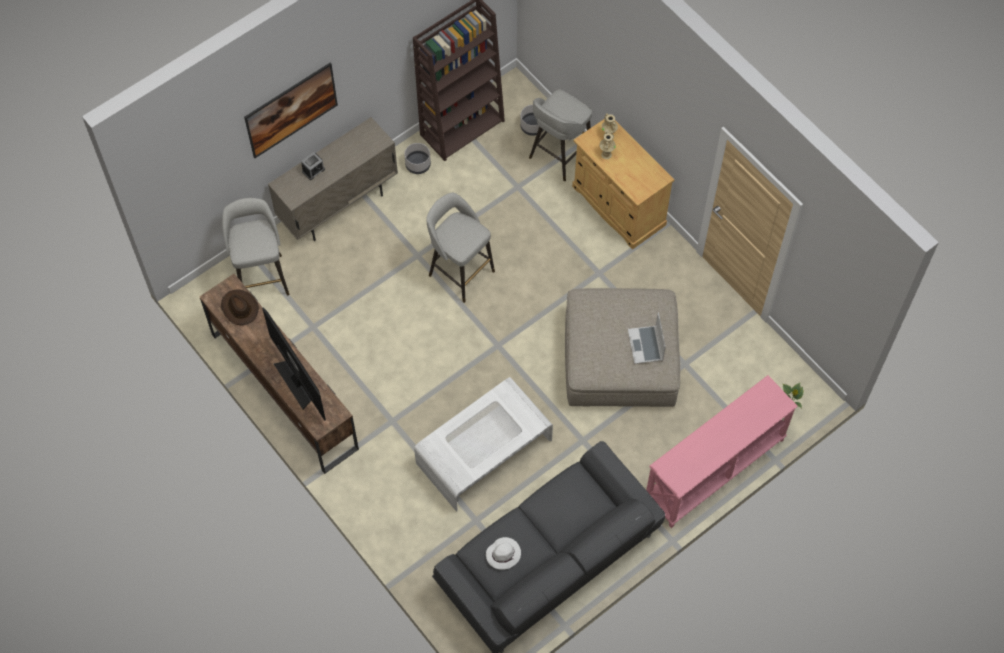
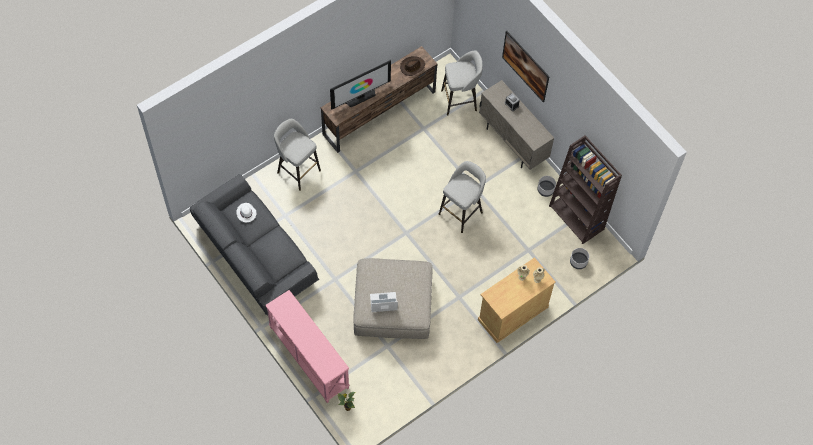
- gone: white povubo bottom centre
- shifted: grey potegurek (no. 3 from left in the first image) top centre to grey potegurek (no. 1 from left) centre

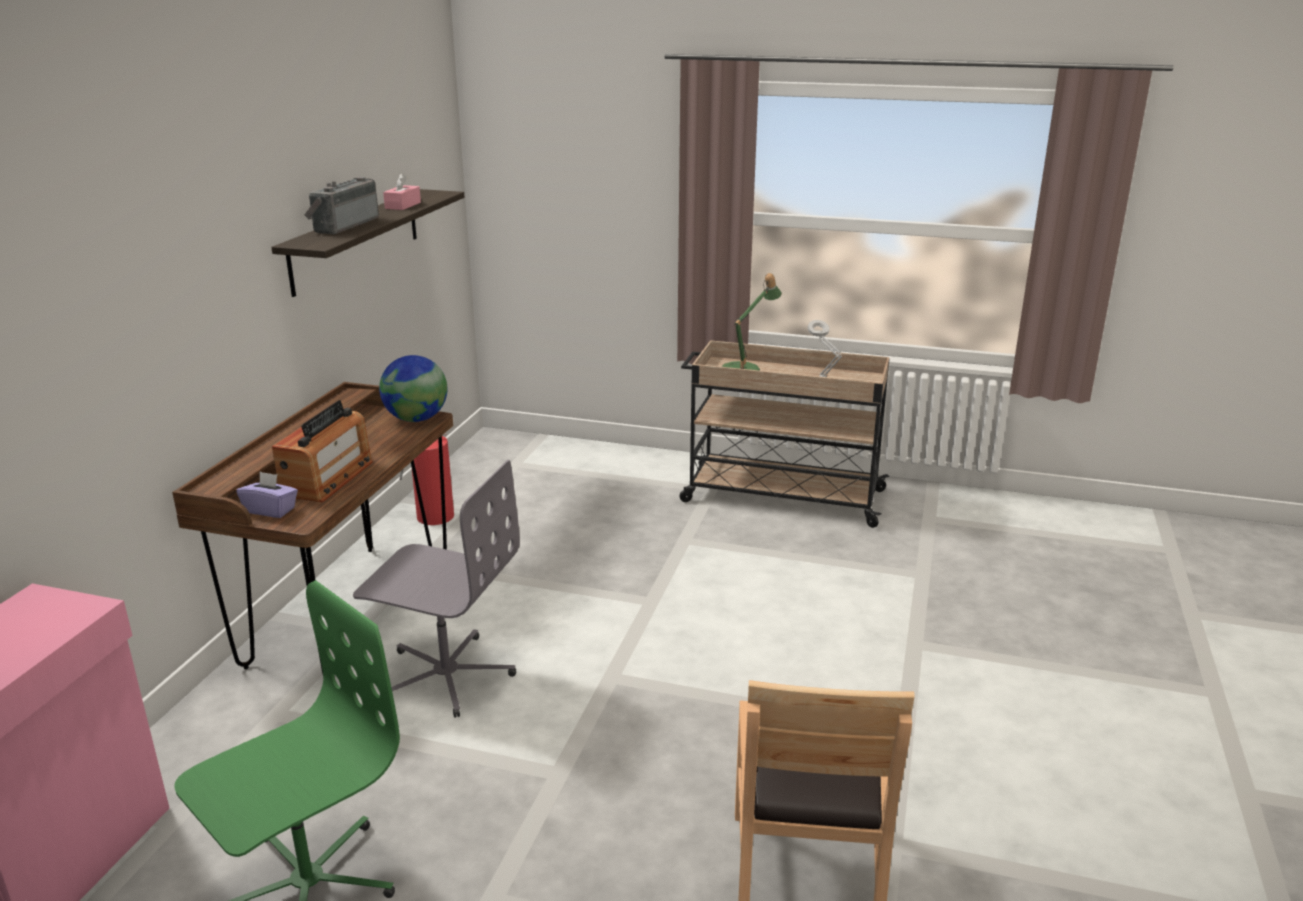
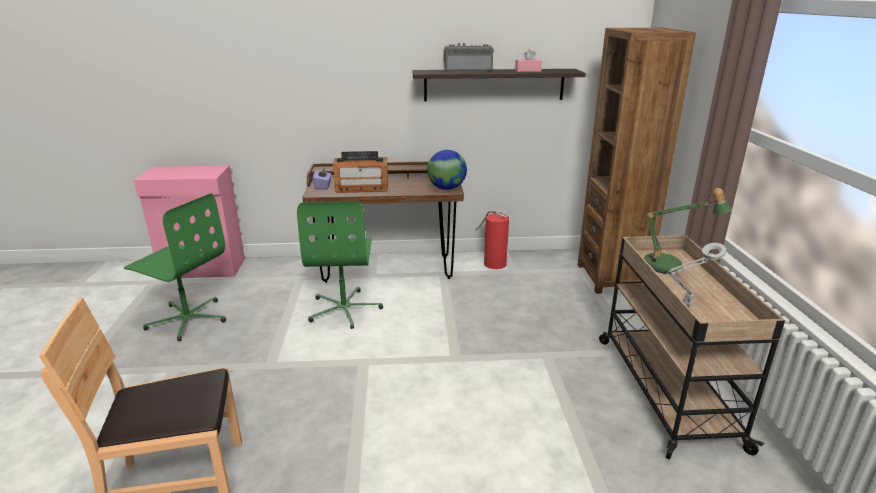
- repainted: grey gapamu centre to green gapamu (no. 2 from left) centre
- new: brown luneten top right

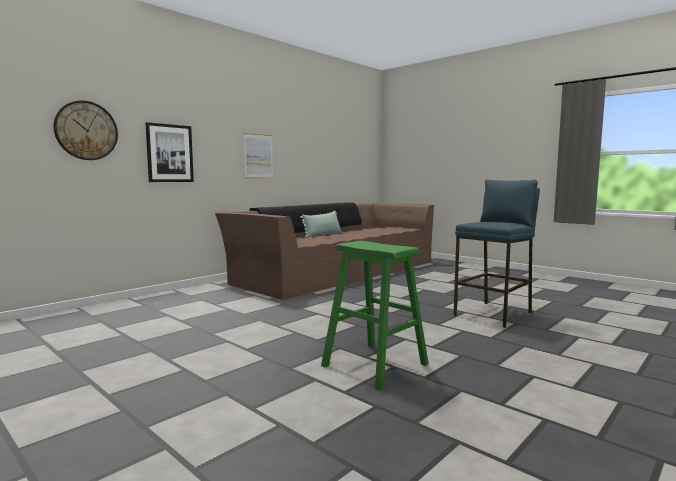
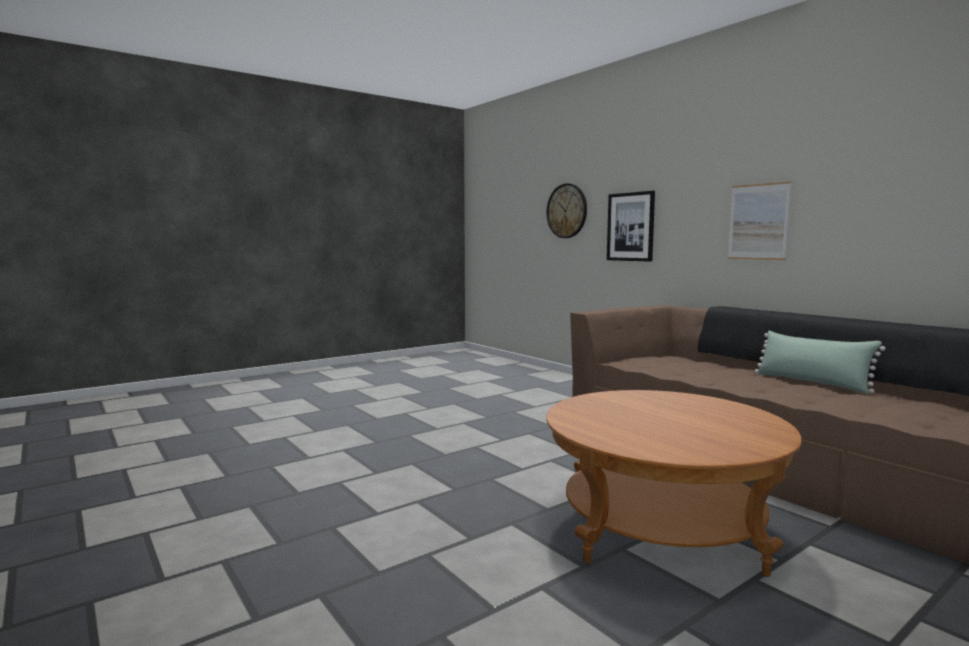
- gone: green potegurek centre
- gone: blue potegurek middle right
- new: brown povubo bottom right

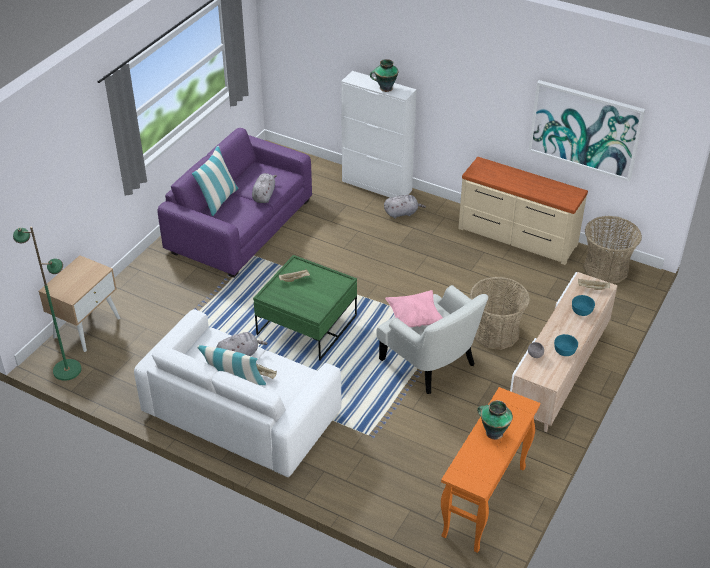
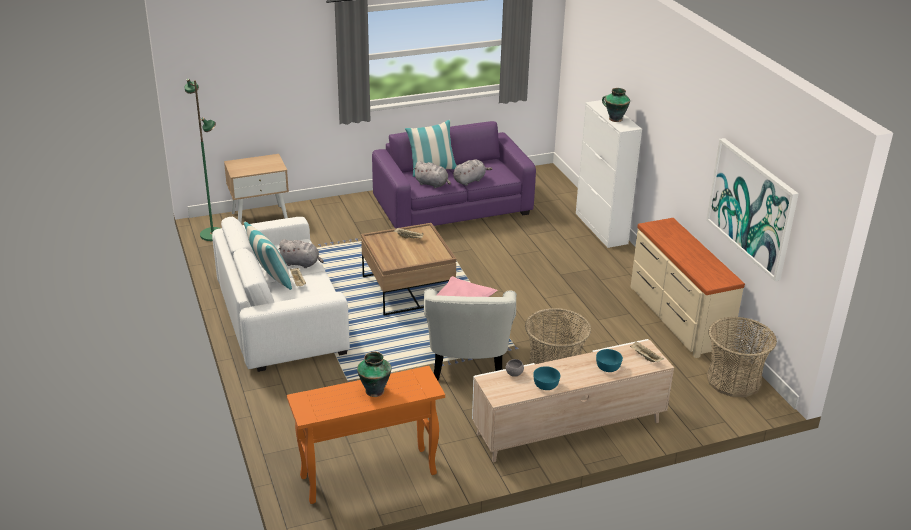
- repainted: green povubo centre to brown povubo centre
- shifted: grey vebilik (no. 3 from left in the first image) centre to grey vebilik (no. 2 from left) top centre

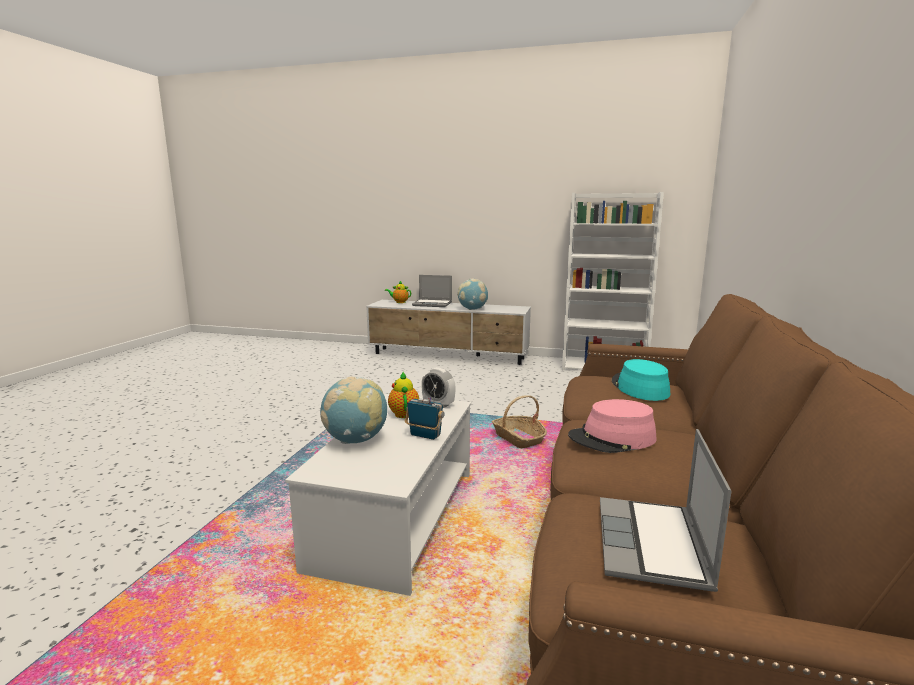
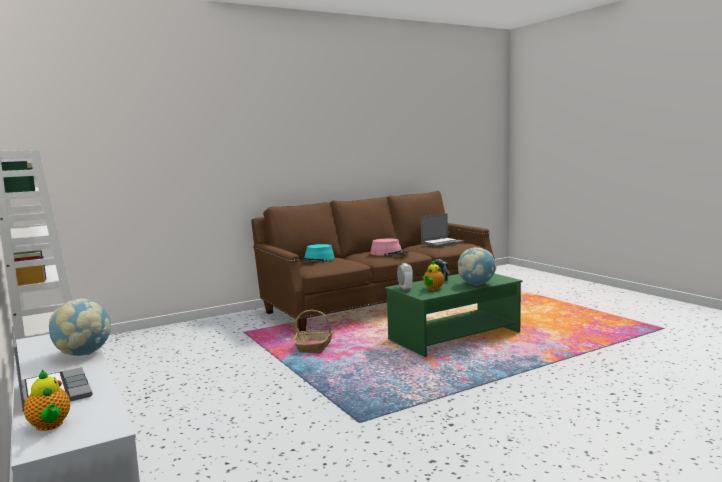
- repainted: white povubo bottom centre to green povubo centre

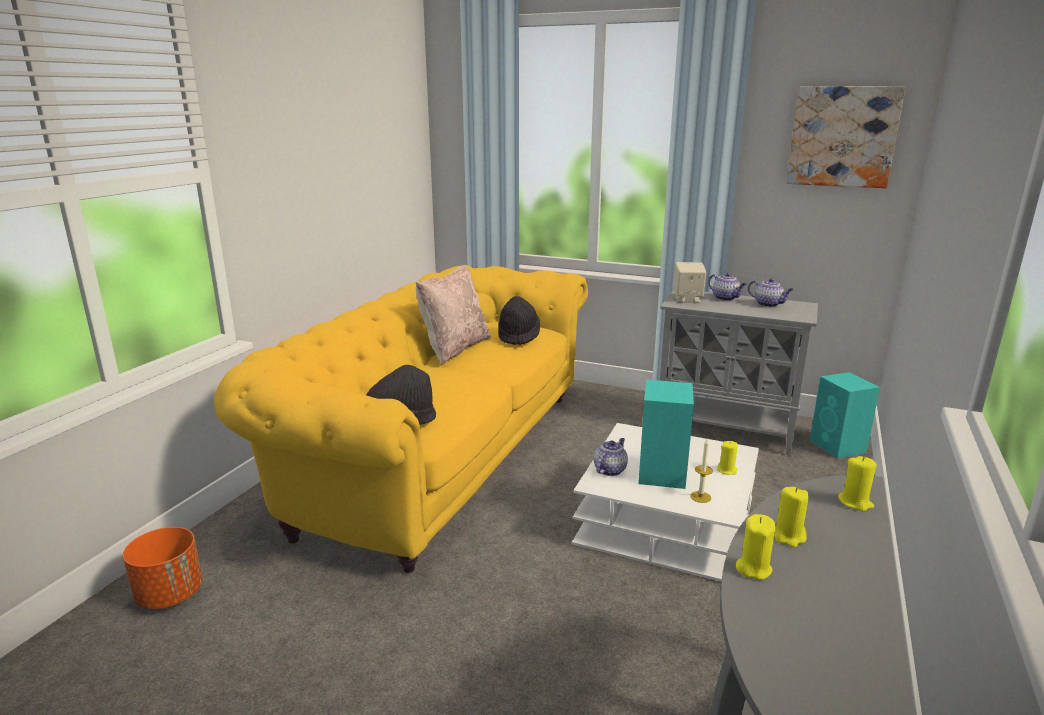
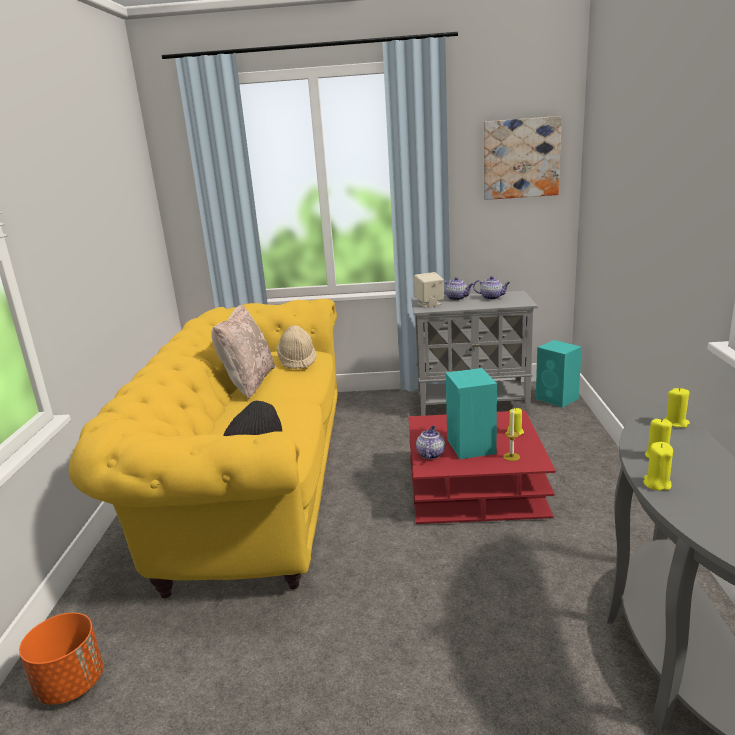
- repainted: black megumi (no. 2 from left) centre to beige megumi centre
- repainted: white povubo bottom centre to red povubo centre

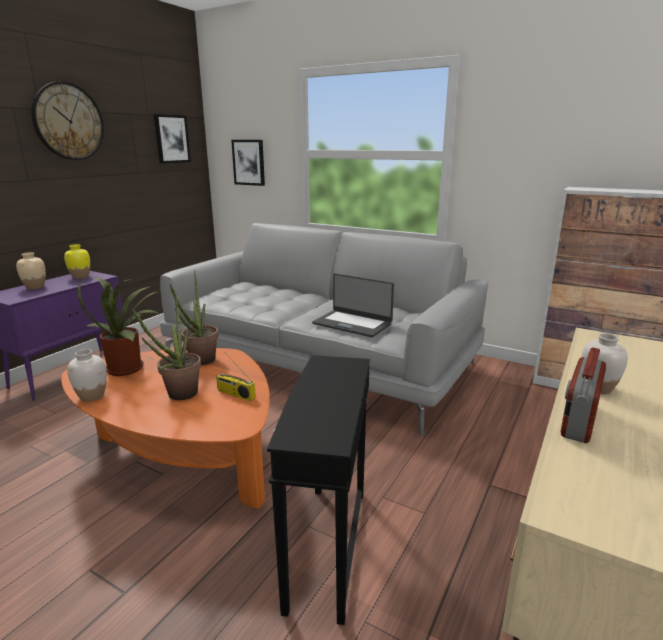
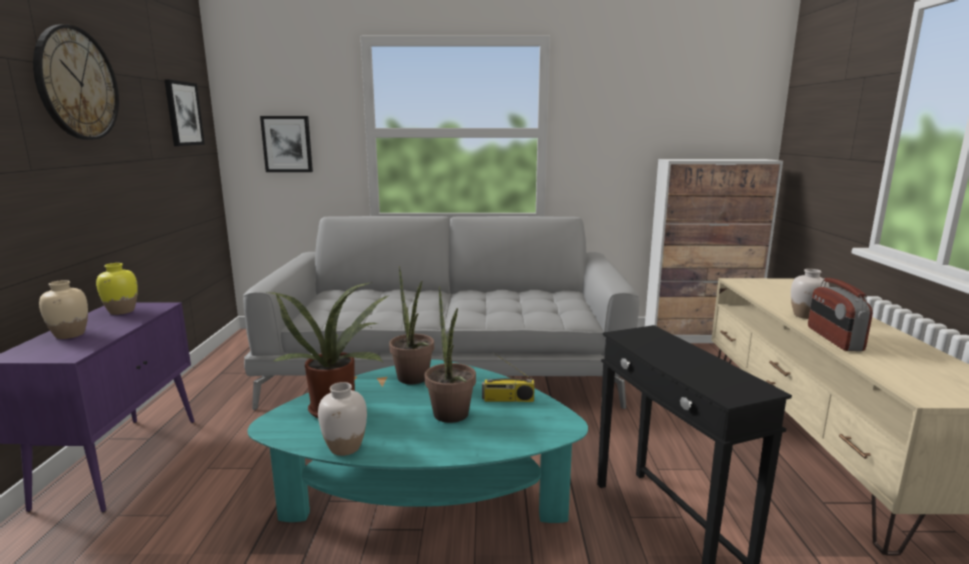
- repainted: orange povubo bottom left to turquoise povubo bottom centre
- gone: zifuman centre

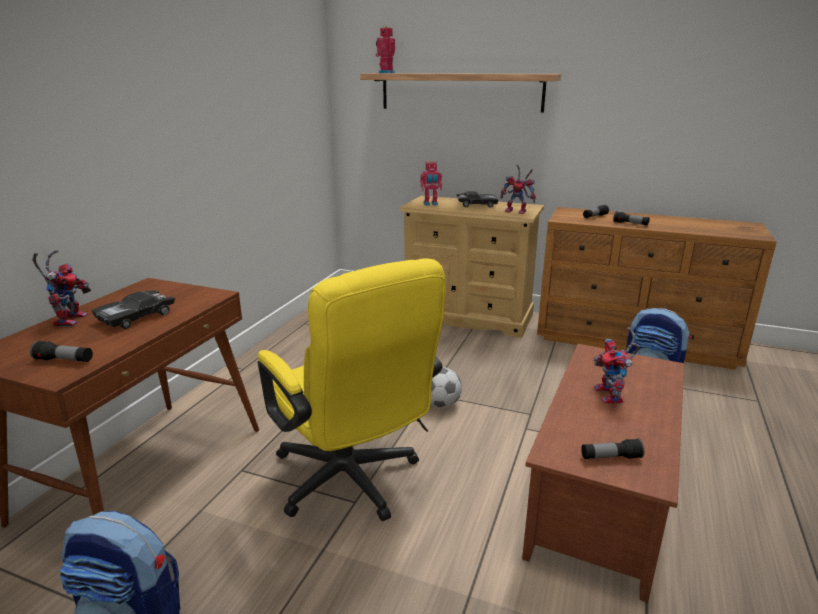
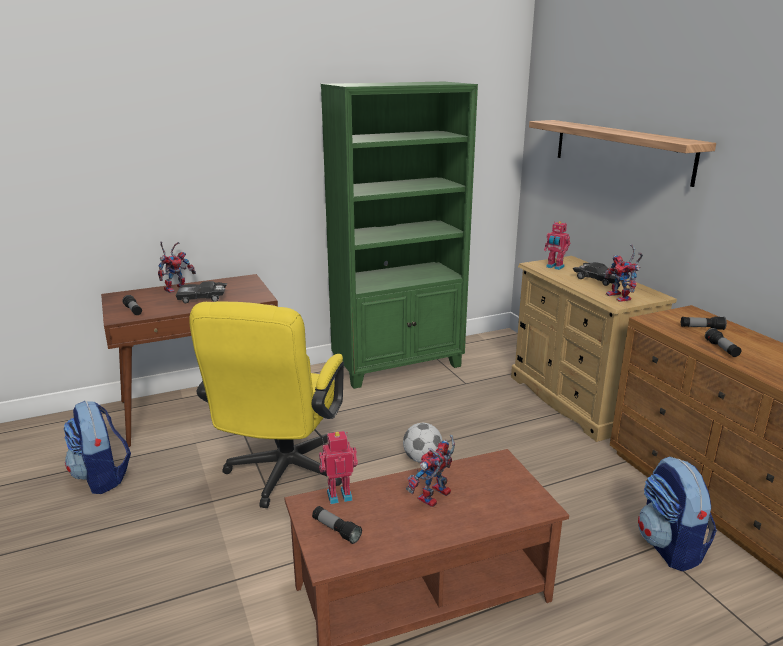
- shifted: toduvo (no. 2 from left) top centre to bottom centre
- new: green luneten centre

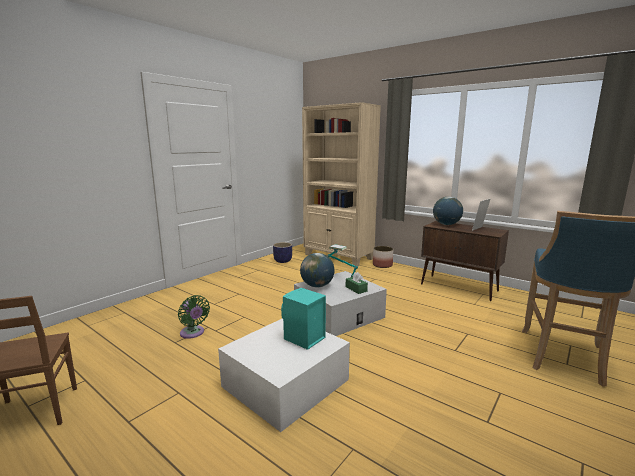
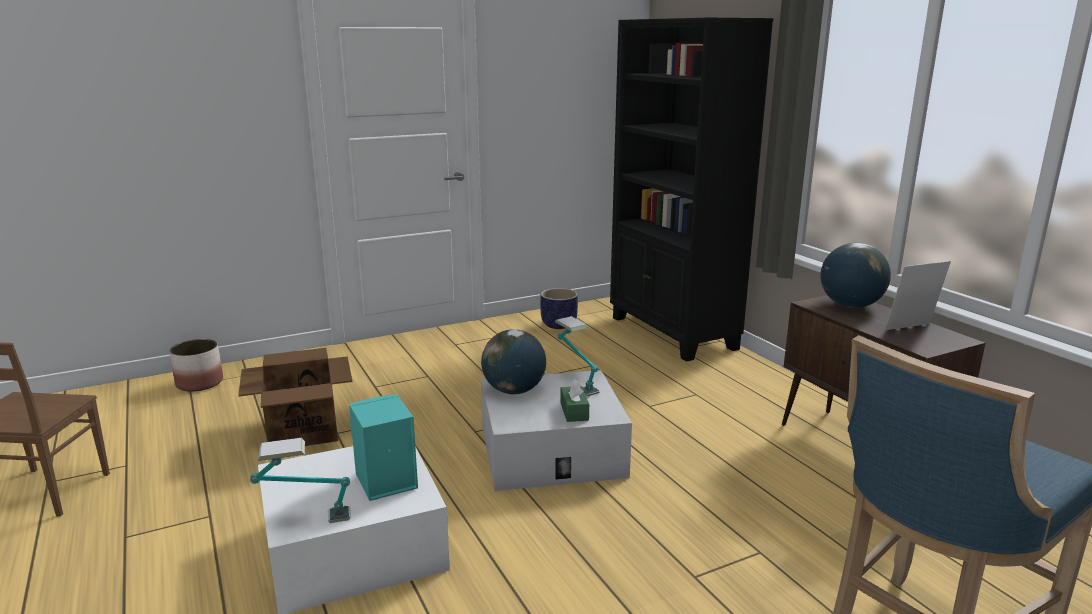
- swapped: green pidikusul middle left to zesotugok middle left
- repainted: beige luneten centre to black luneten top centre
- shifted: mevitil (no. 2 from left in the first image) centre to mevitil (no. 1 from left) middle left
- new: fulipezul (no. 1 from left) bottom left

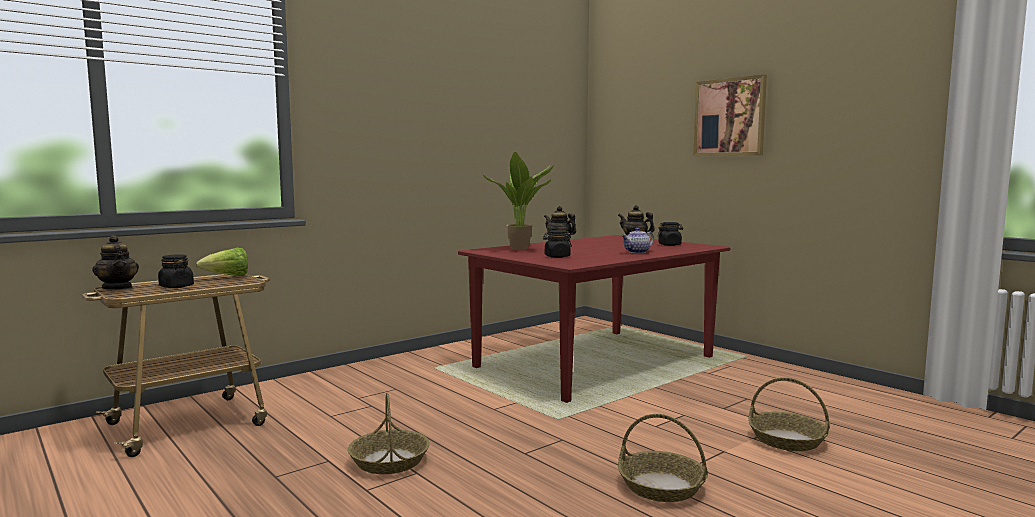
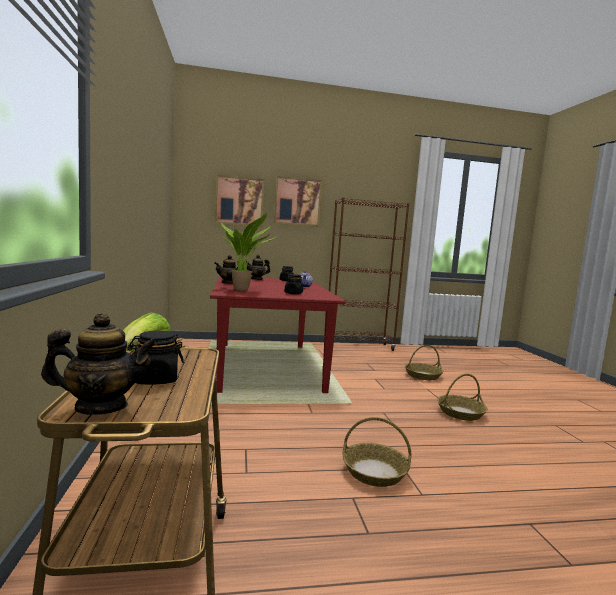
- new: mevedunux (no. 1 from left) centre
- new: brown luneten centre

